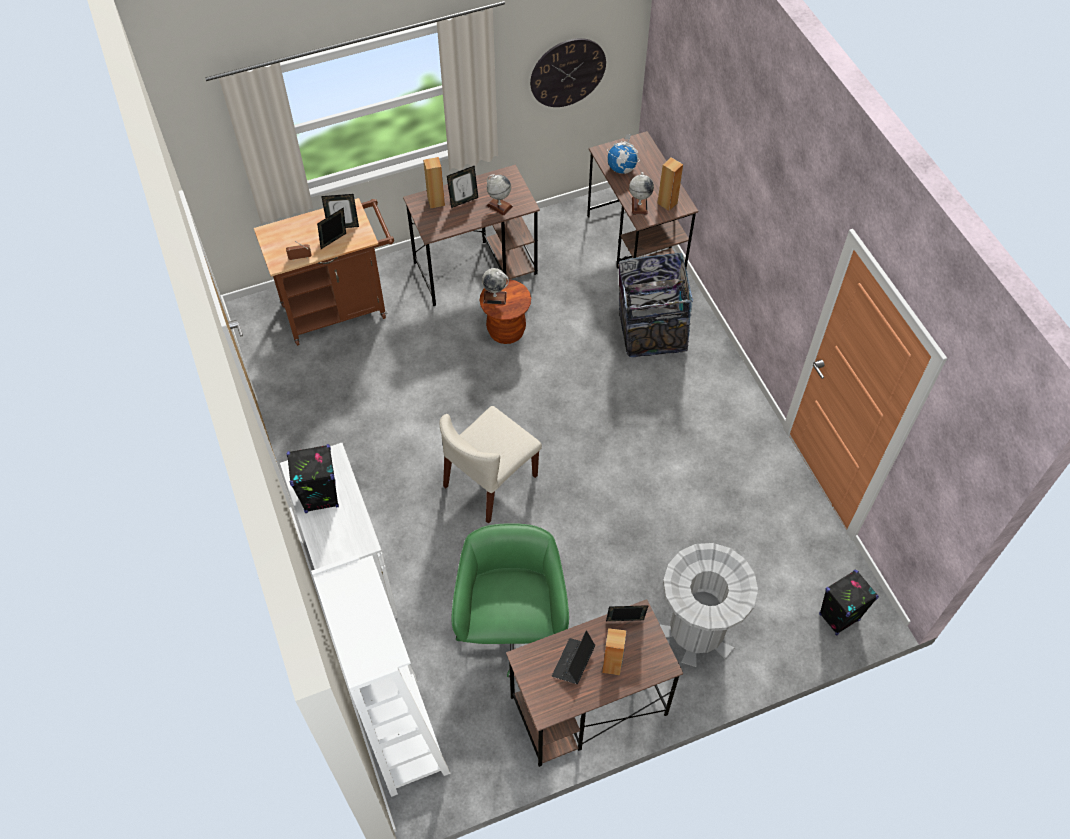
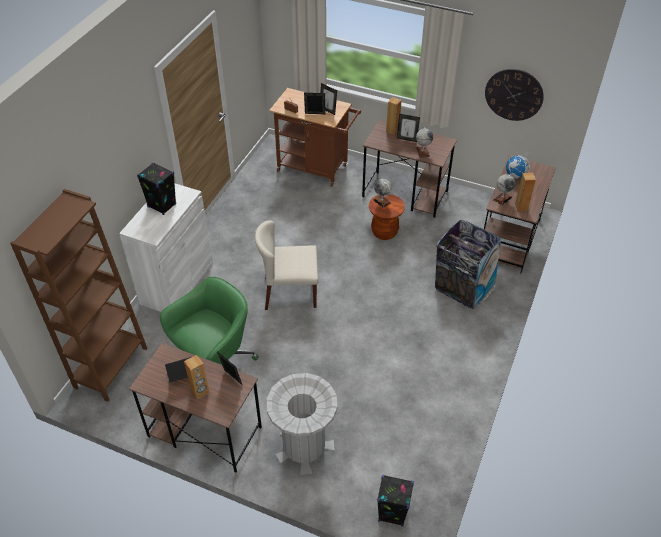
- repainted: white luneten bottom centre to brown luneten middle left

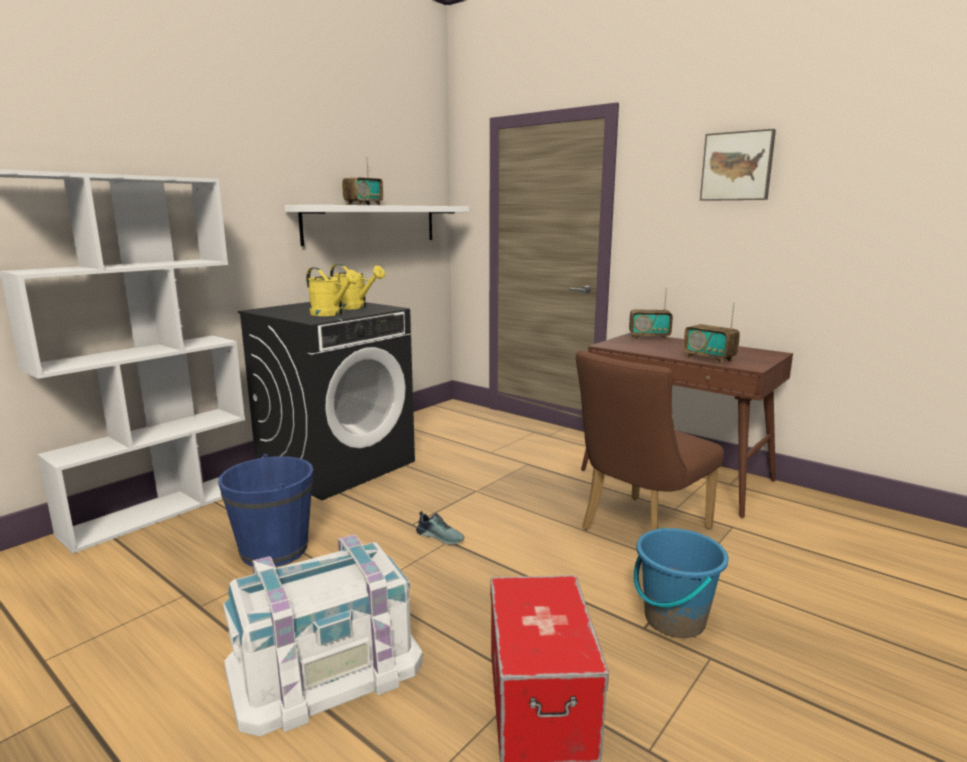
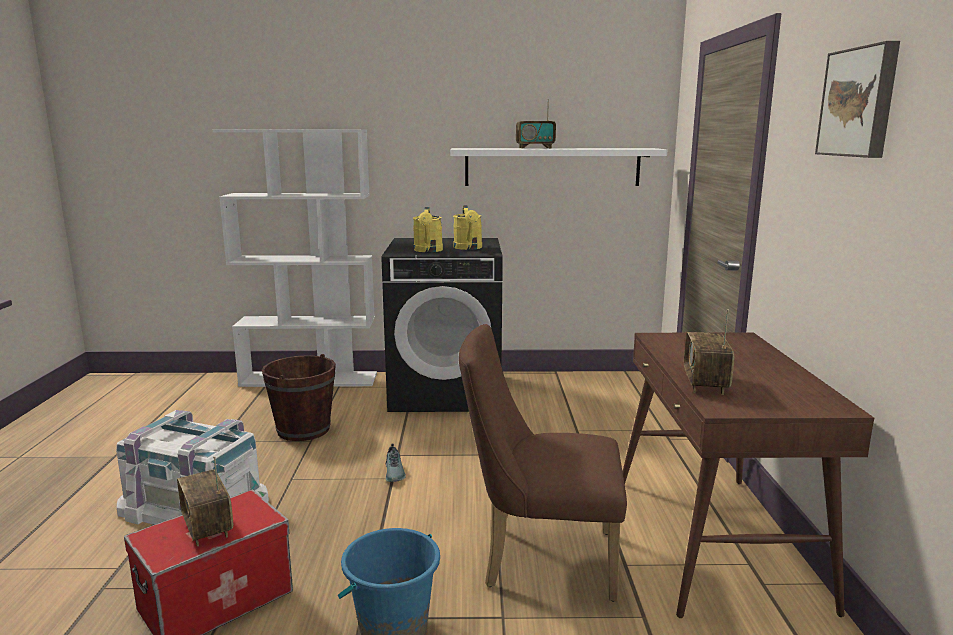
- repainted: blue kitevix (no. 1 from left) bottom left to brown kitevix middle left
- shifted: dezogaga (no. 2 from left in the first image) middle right to dezogaga (no. 1 from left) bottom left

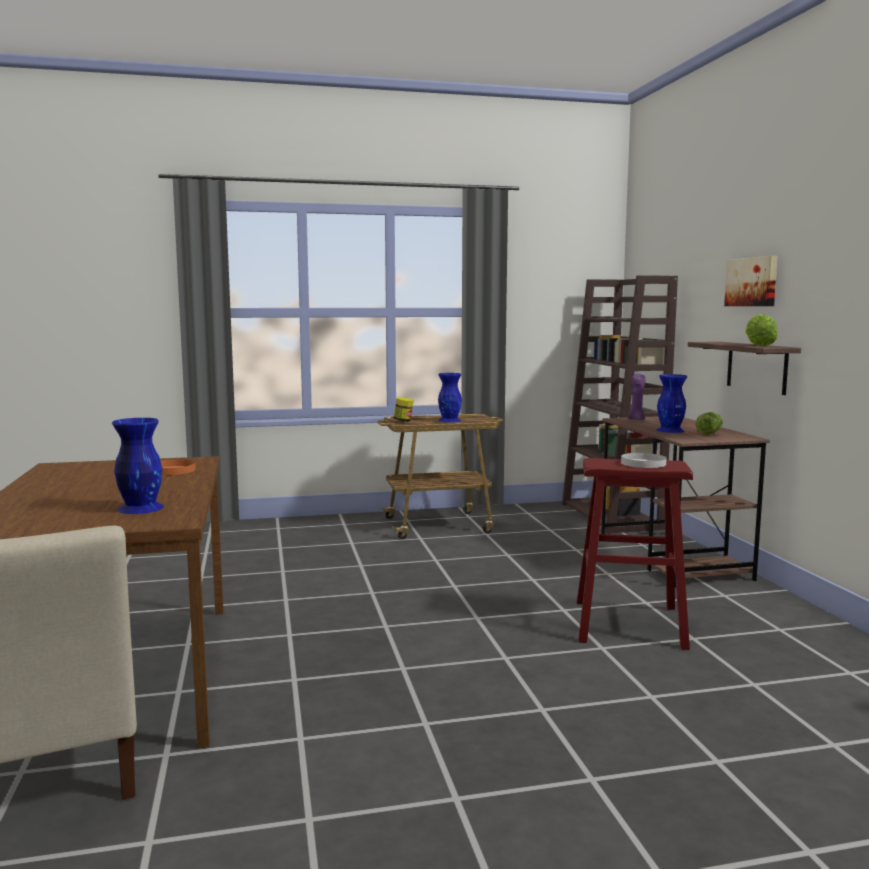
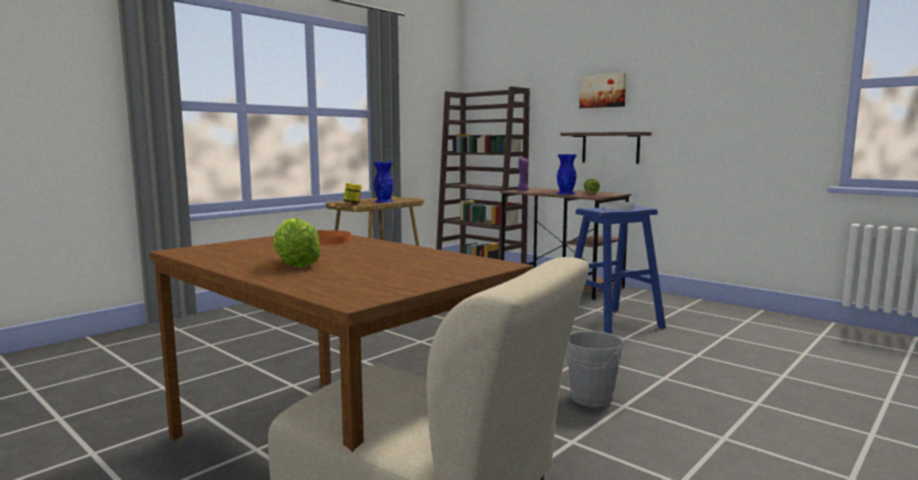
- gone: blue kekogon (no. 1 from left) middle left
- repainted: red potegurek middle right to blue potegurek middle right
- shifted: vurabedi (no. 2 from left in the first image) middle right to vurabedi (no. 1 from left) middle left
- new: grey kitevix bottom centre

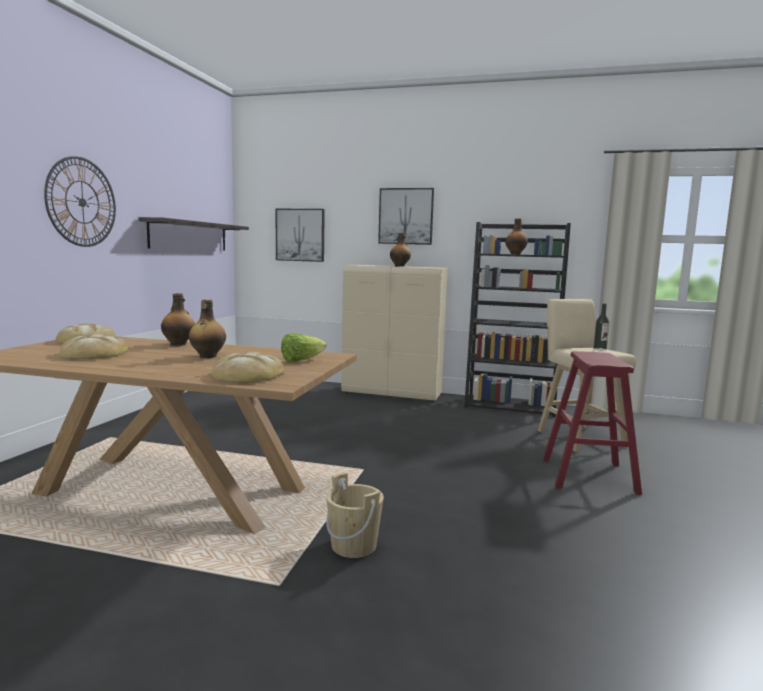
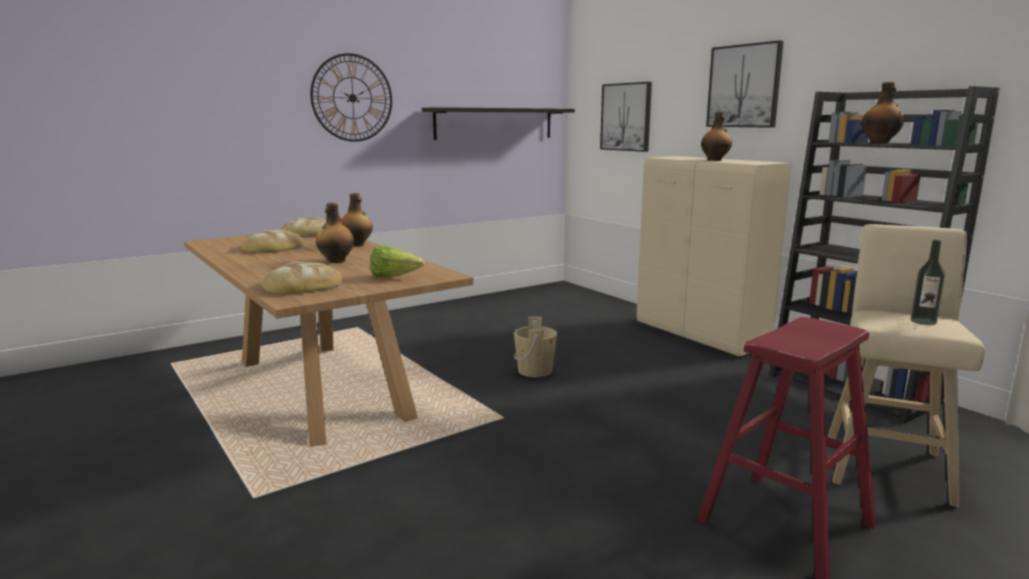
- shifted: beige kitevix bottom centre to centre

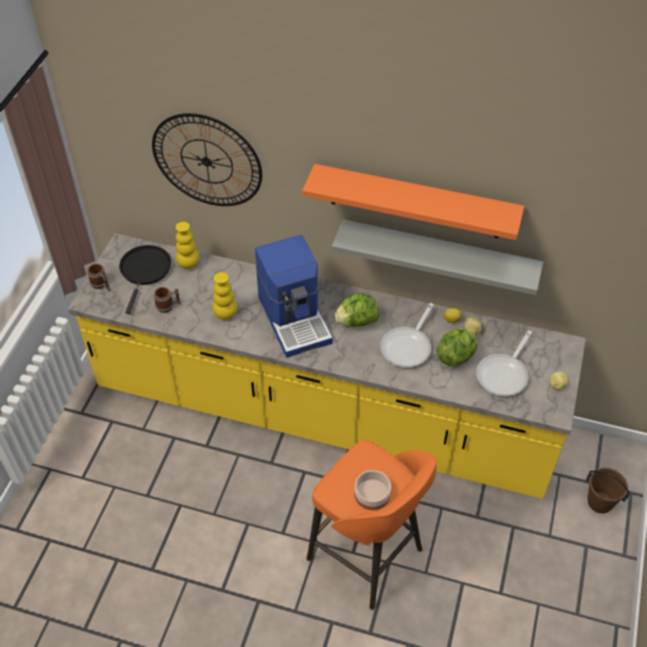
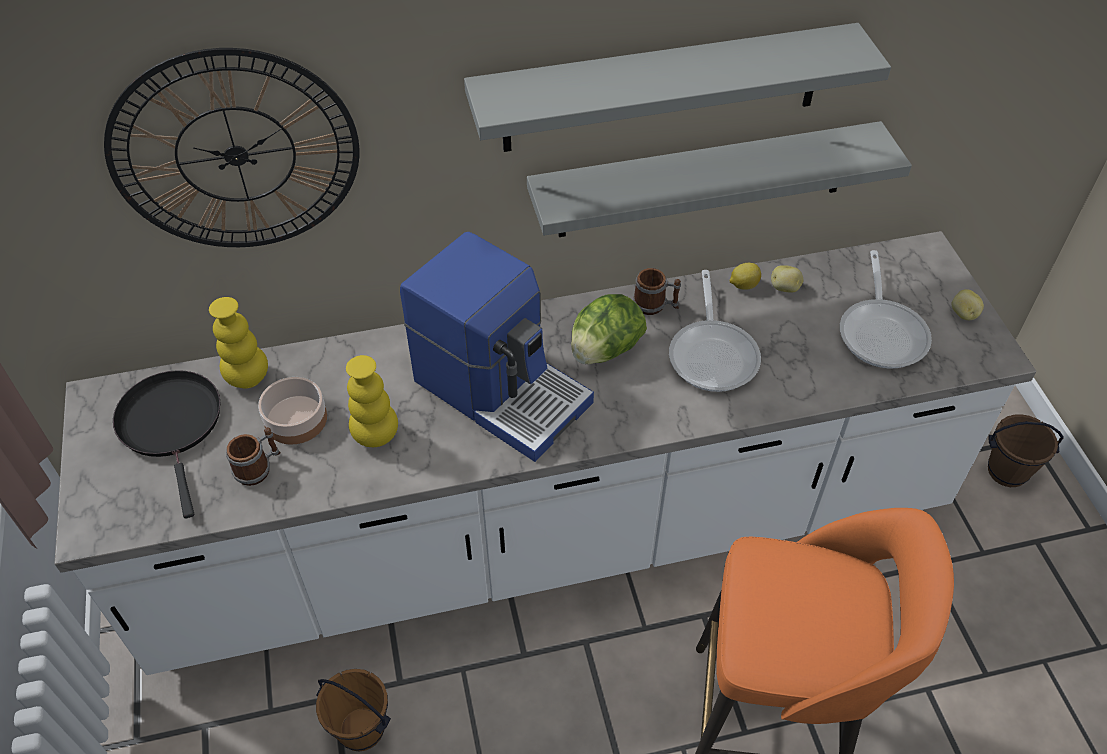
- repainted: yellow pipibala centre to white pipibala centre
- shifted: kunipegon (no. 1 from left in the first image) middle left to kunipegon (no. 2 from left) centre
- repainted: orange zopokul top centre to grey zopokul (no. 1 from left) top centre
- shifted: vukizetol bottom centre to middle left
- gone: vurabedi (no. 2 from left) middle right
- new: brown kitevix (no. 1 from left) bottom left

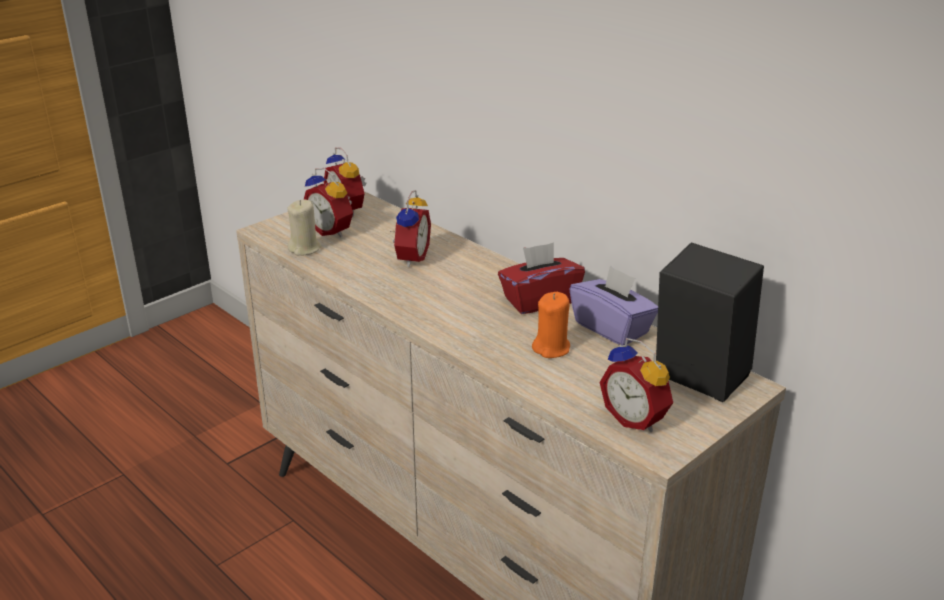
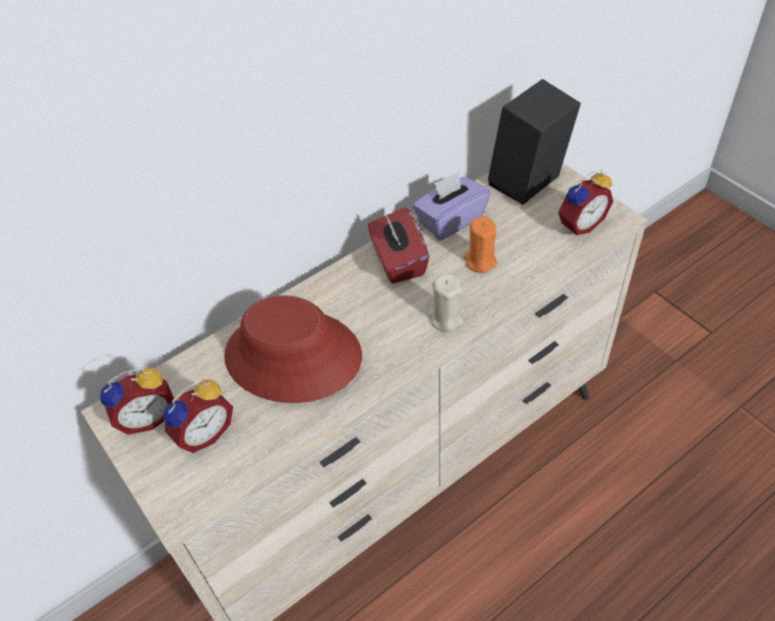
- shifted: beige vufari middle left to centre
- swapped: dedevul (no. 3 from left) centre to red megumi centre

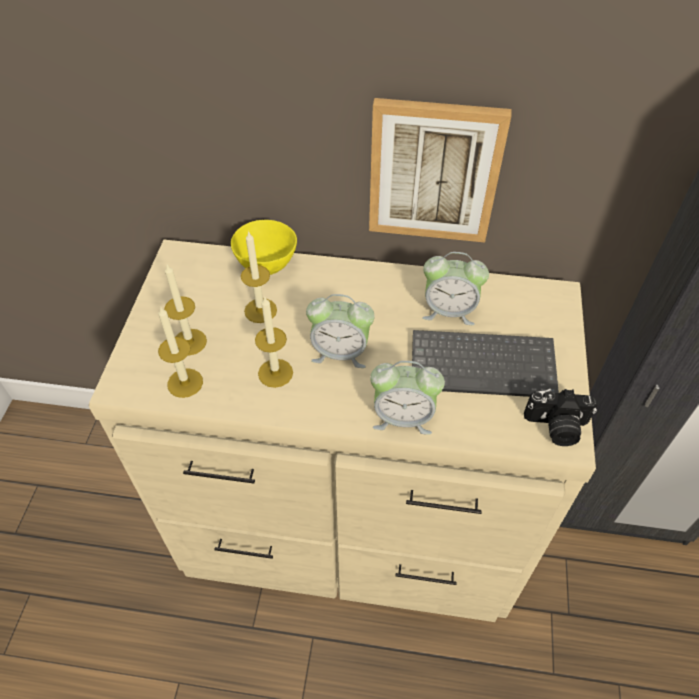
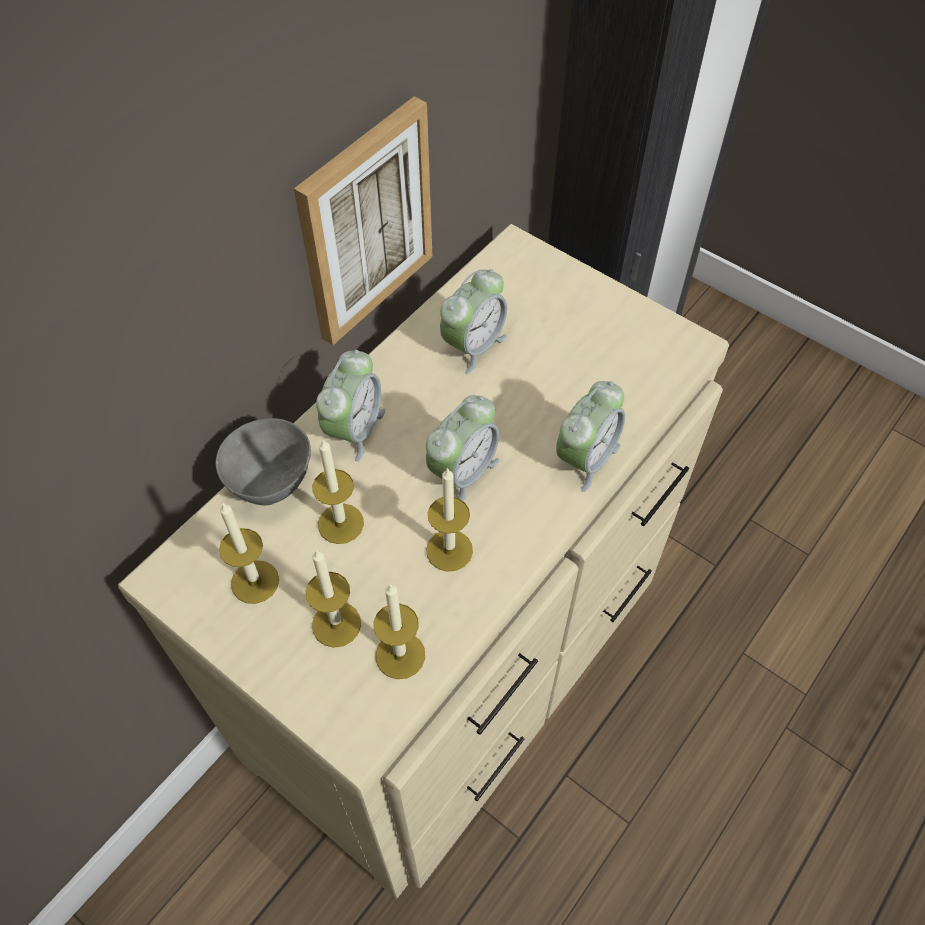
- repainted: yellow vukizetol centre to grey vukizetol middle left
- gone: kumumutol middle right
- gone: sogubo middle right
- new: vufari (no. 1 from left) middle left
- new: dedevul (no. 1 from left) centre

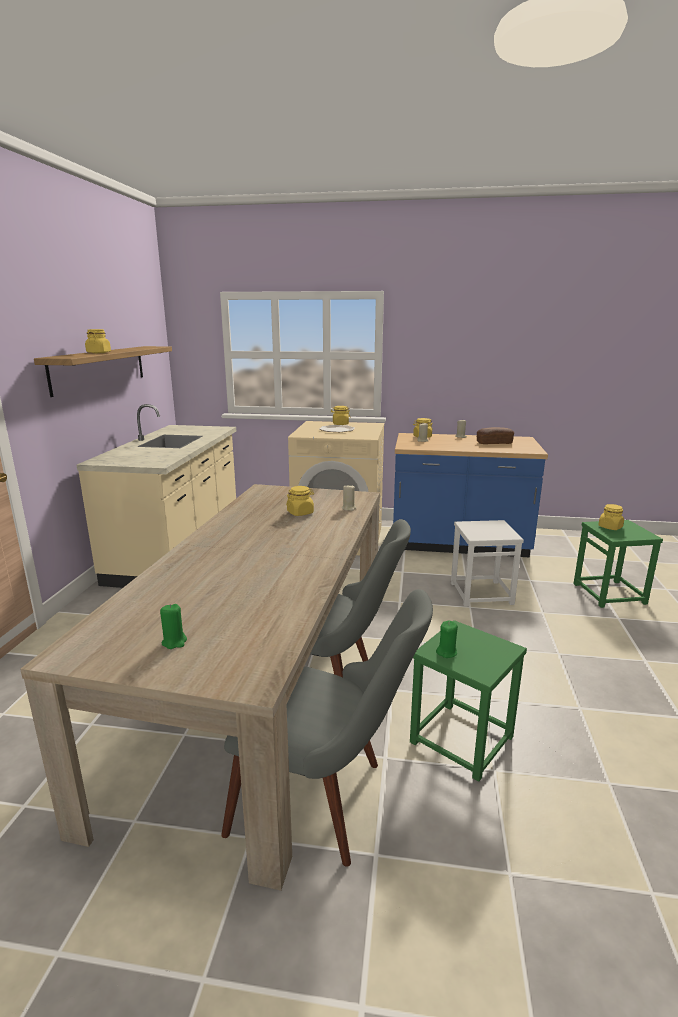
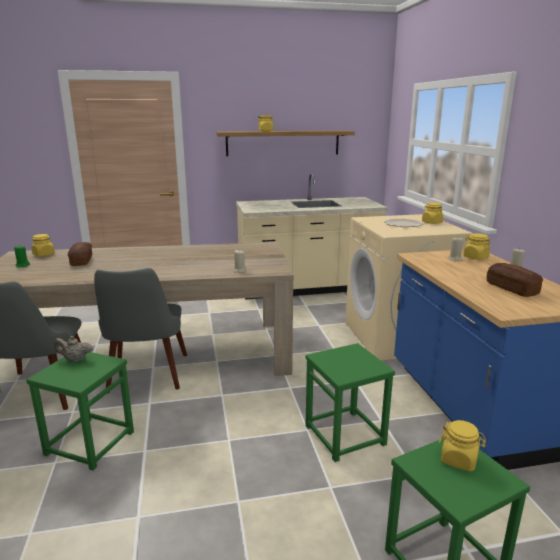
- shifted: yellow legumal (no. 2 from left in the first image) centre to yellow legumal (no. 1 from left) middle left
- swapped: green vufari (no. 2 from left) centre to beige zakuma middle left
- repainted: white potegurek middle right to green potegurek (no. 2 from left) bottom centre
- new: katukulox (no. 1 from left) middle left

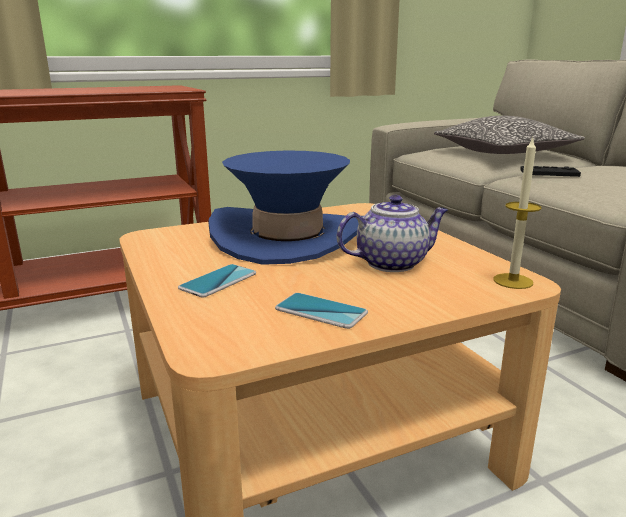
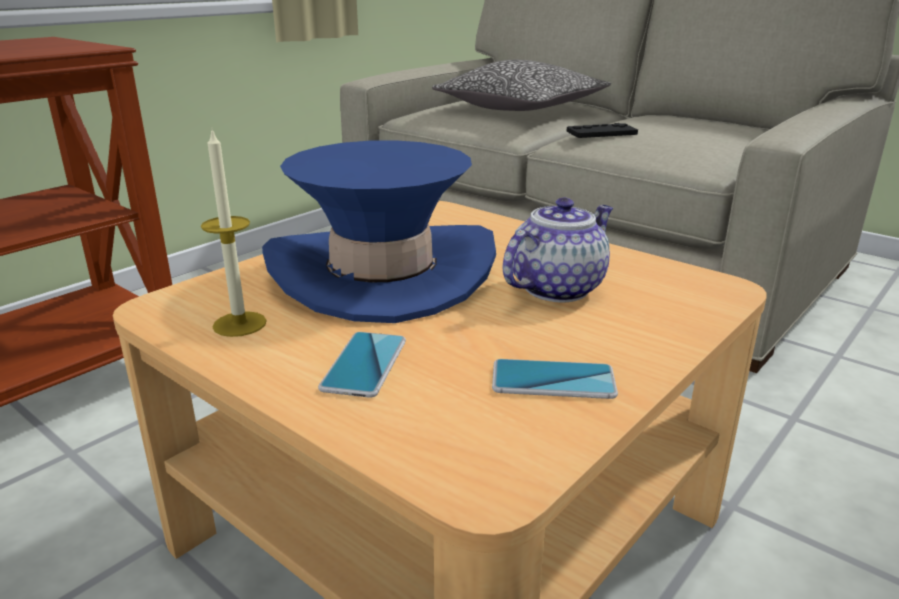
- shifted: vufari middle right to middle left

